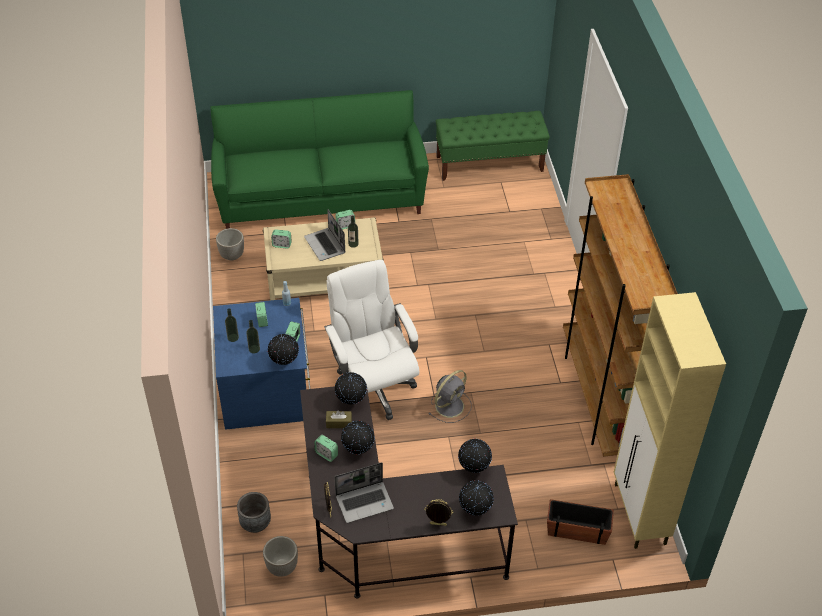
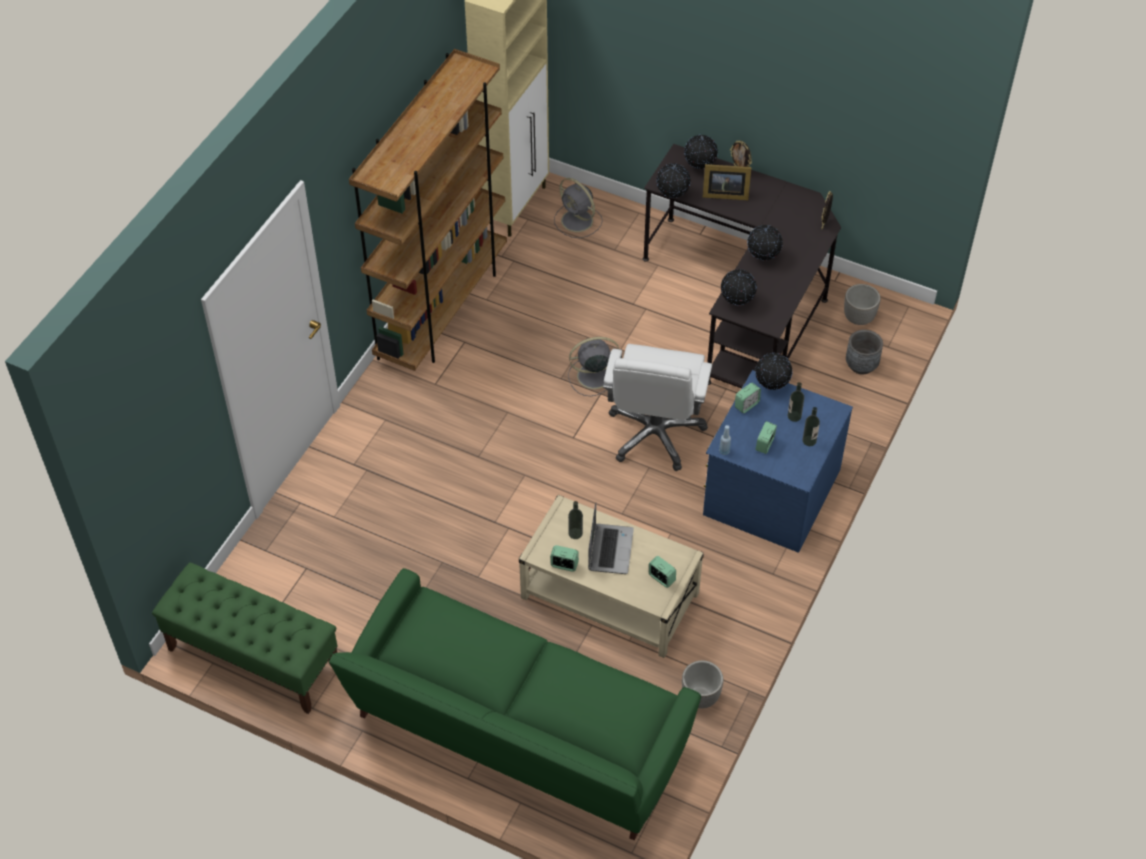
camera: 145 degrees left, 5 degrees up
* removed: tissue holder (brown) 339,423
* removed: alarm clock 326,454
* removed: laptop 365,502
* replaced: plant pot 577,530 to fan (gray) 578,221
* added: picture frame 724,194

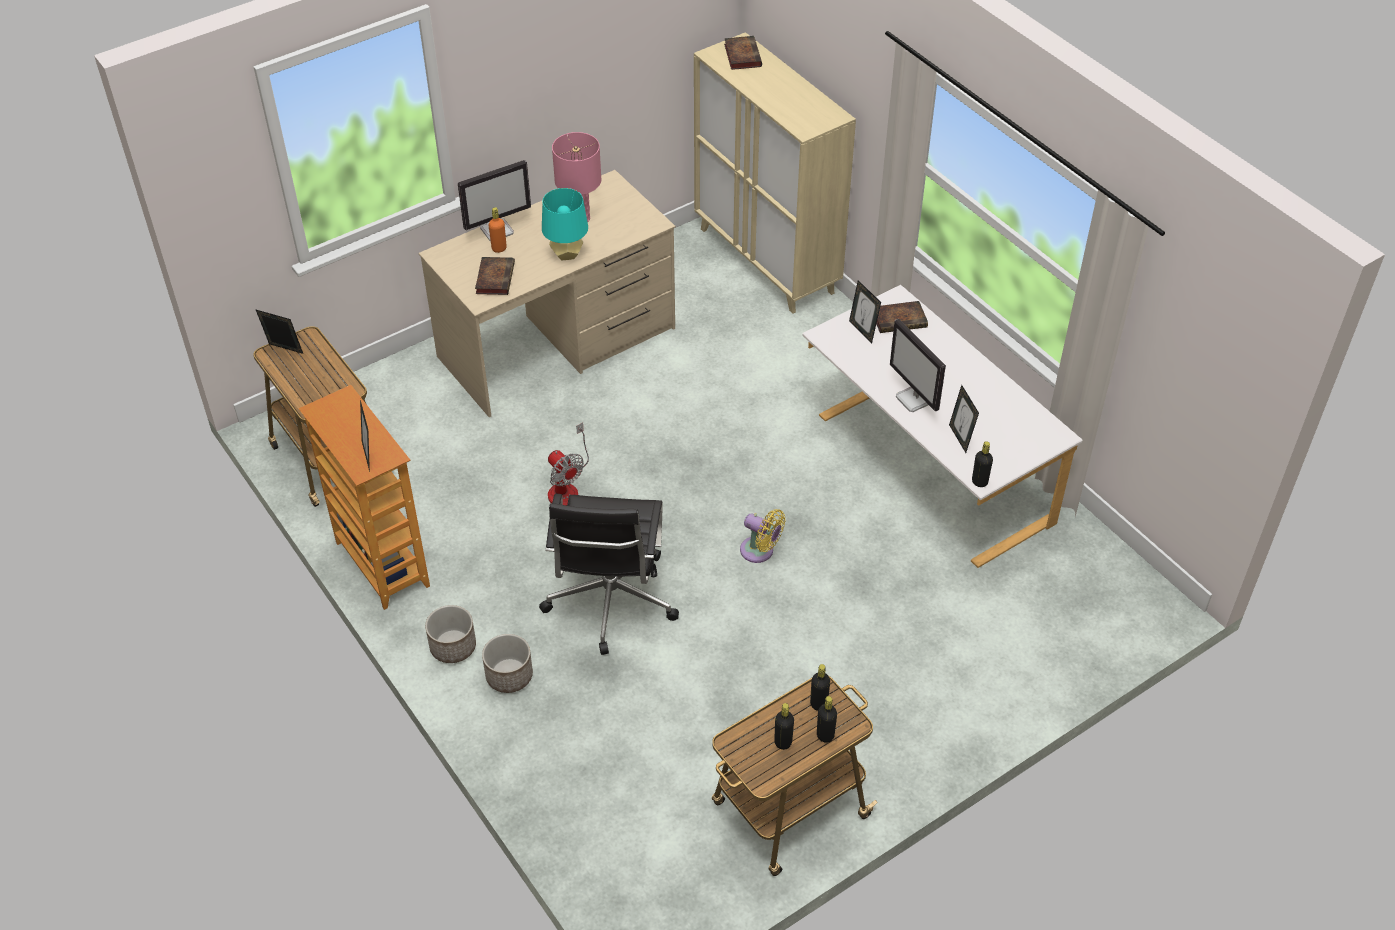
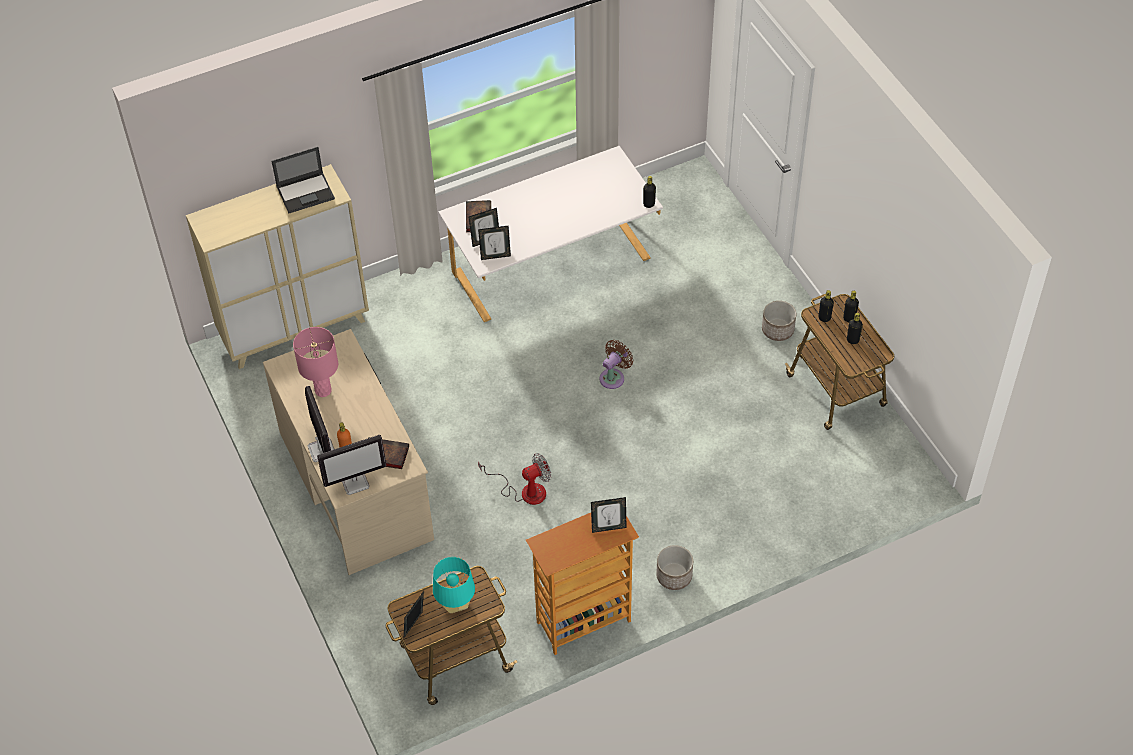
camera: 80 degrees left, 5 degrees up
* removed: bound book 742,55
* moved: lamp for a table (turquoise) 567,254 to 456,604
* moved: monitor 915,399 to 355,482
* moved: picture frame 960,438 to 495,256
* removed: computer chair (black) 610,602
* recoloured: fan (yellow) 760,551 to fan (brown) 614,377
* moved: plant pot 509,676 to 778,330
* added: laptop 306,193

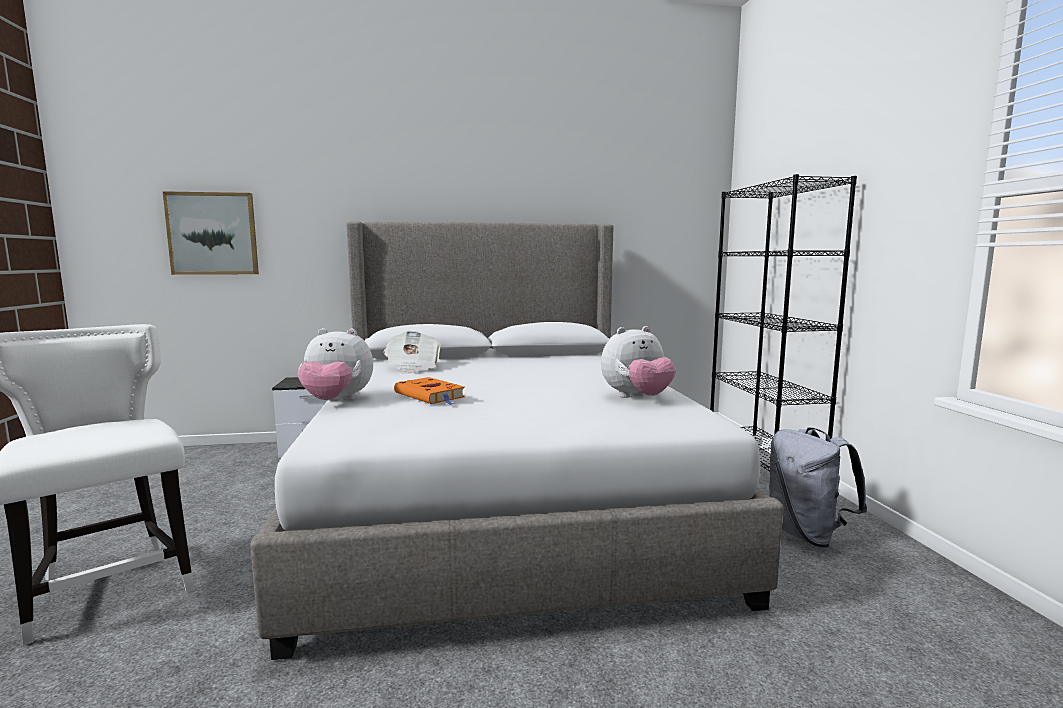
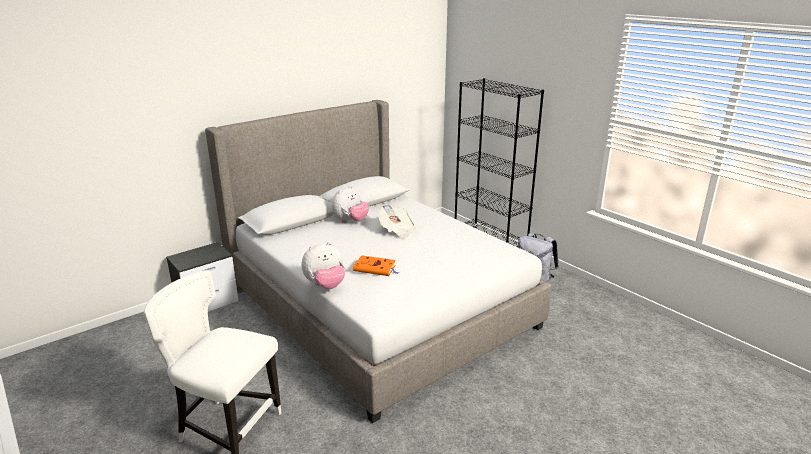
camera: 30 degrees left, 15 degrees up
* removed: picture 213,234
* moved: soft toy 637,398 to 350,221
* moved: printed paper 412,368 to 396,230

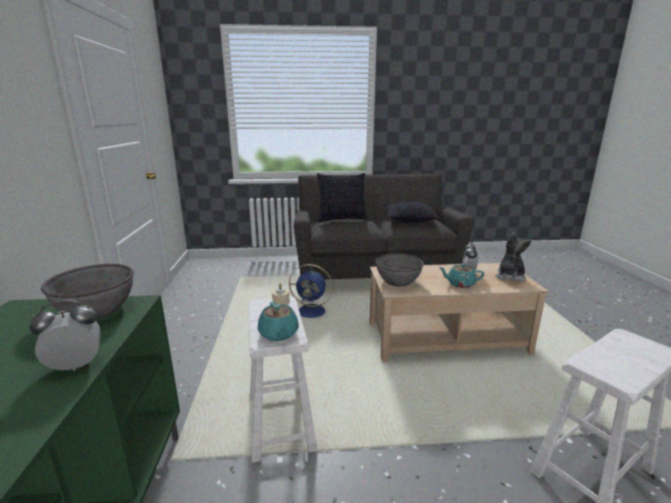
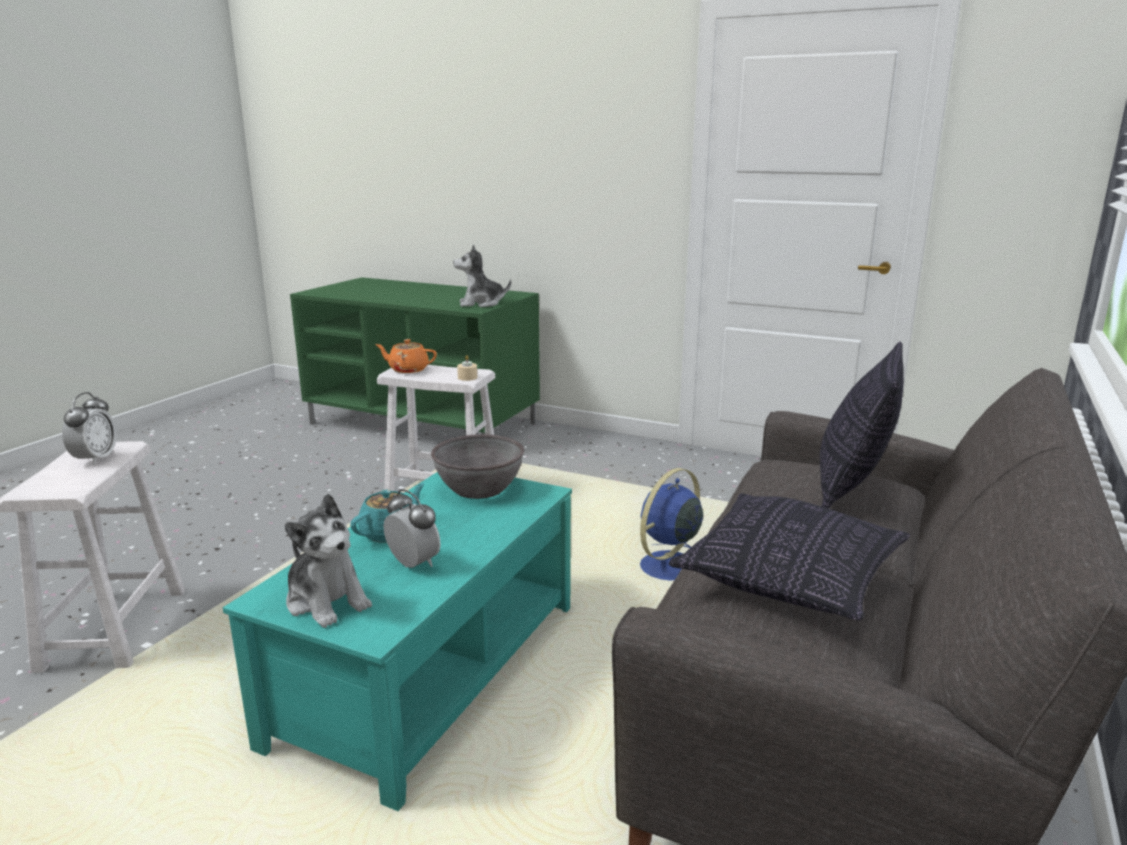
camera: 120 degrees right, 0 degrees up
* recoloured: low table (beige) 445,337 to low table (turquoise) 433,673
* replaced: bowl (gray) 97,310 to soft toy 481,304
* moved: alarm clock 76,366 to 95,459
* recoloured: tea pot (turquoise) 278,334 to tea pot (orangey) 408,369

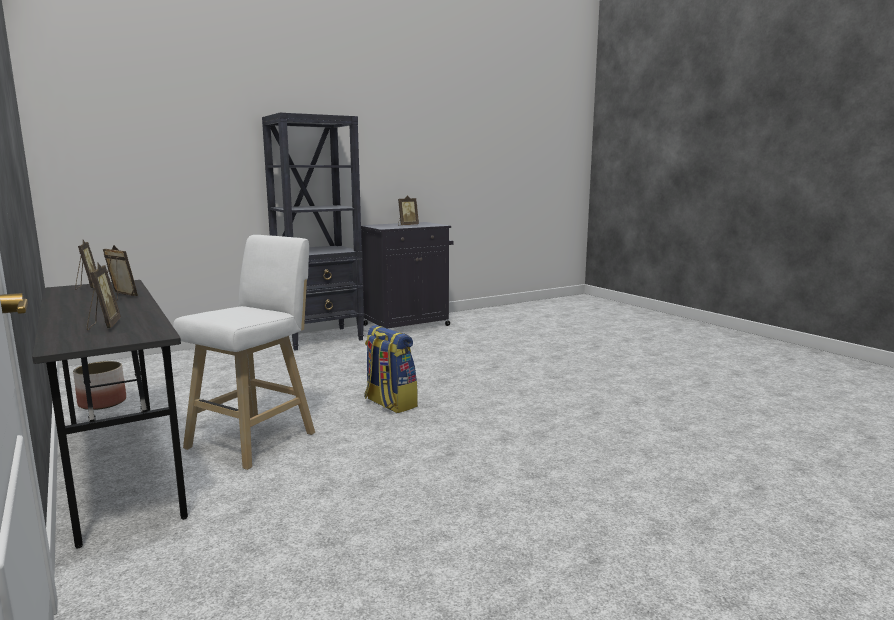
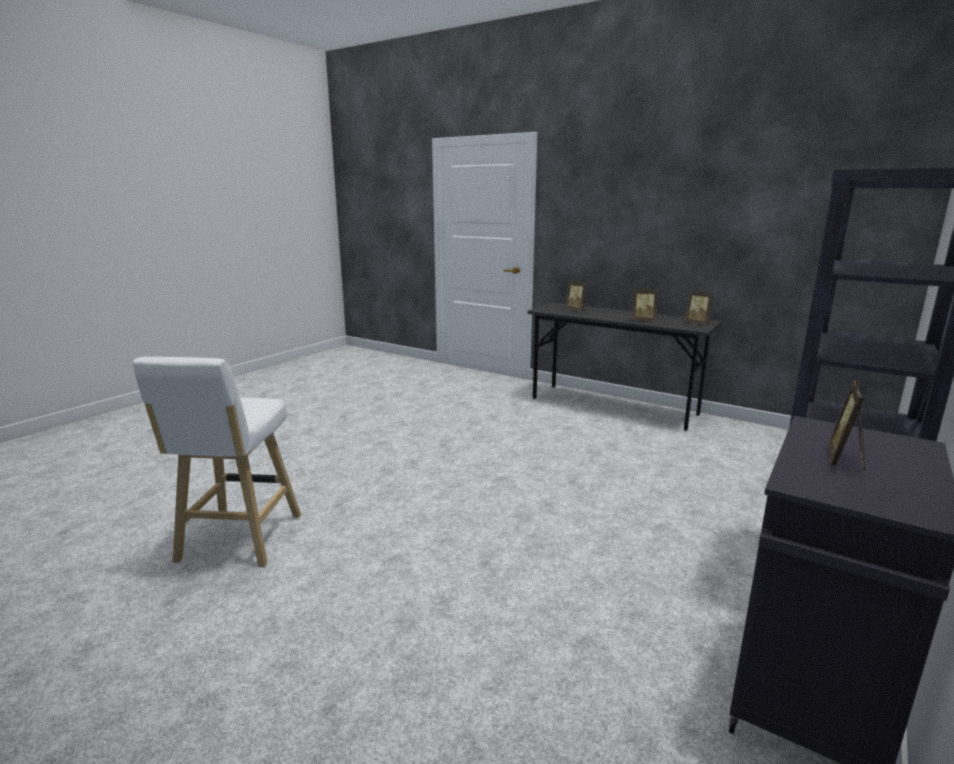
camera: 155 degrees right, 5 degrees up
* moved: stool (white) 256,439 to 238,541
* removed: rucksack 389,403
* removed: plant pot 102,403

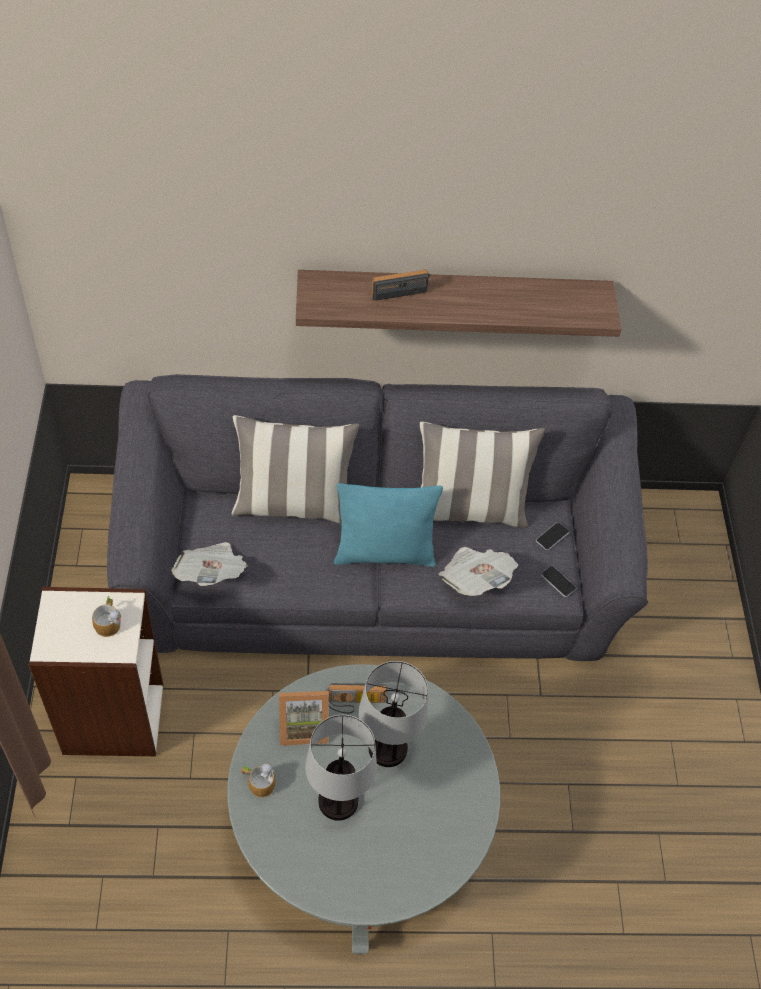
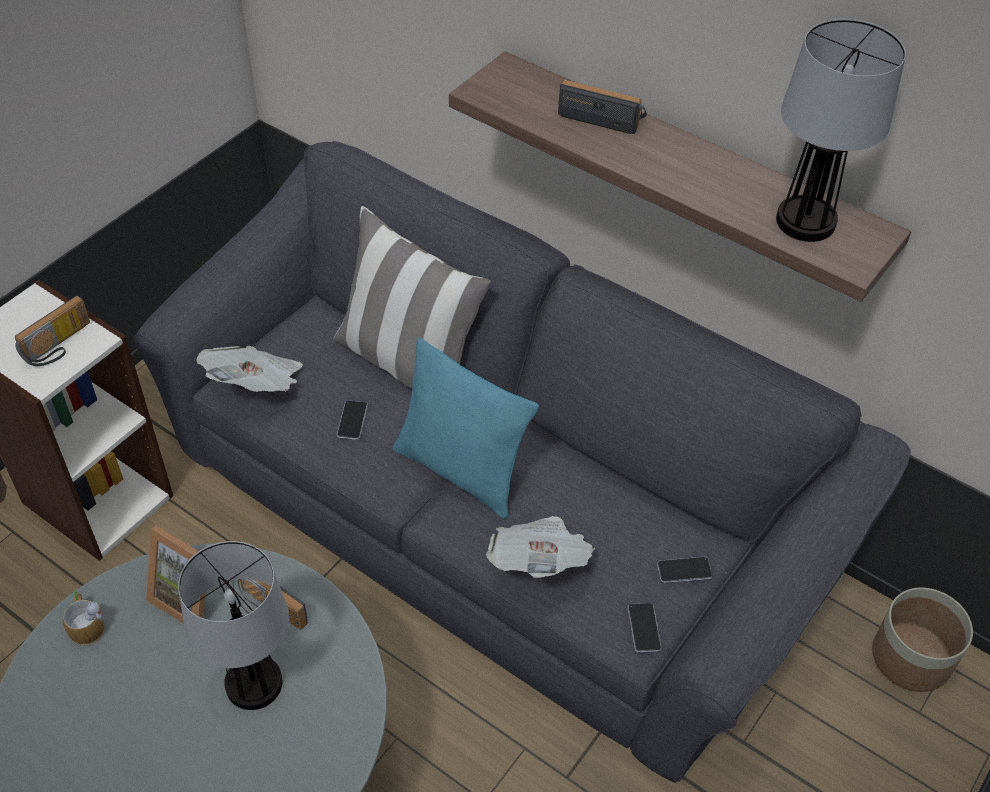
camera: 40 degrees right, 5 degrees down
* removed: throw pillow 468,508
* replaced: tea mug 109,621 to radio set 59,346
* moved: lamp for a table 339,801 to 806,222
* added: telephone 352,420
* added: plant pot 911,657

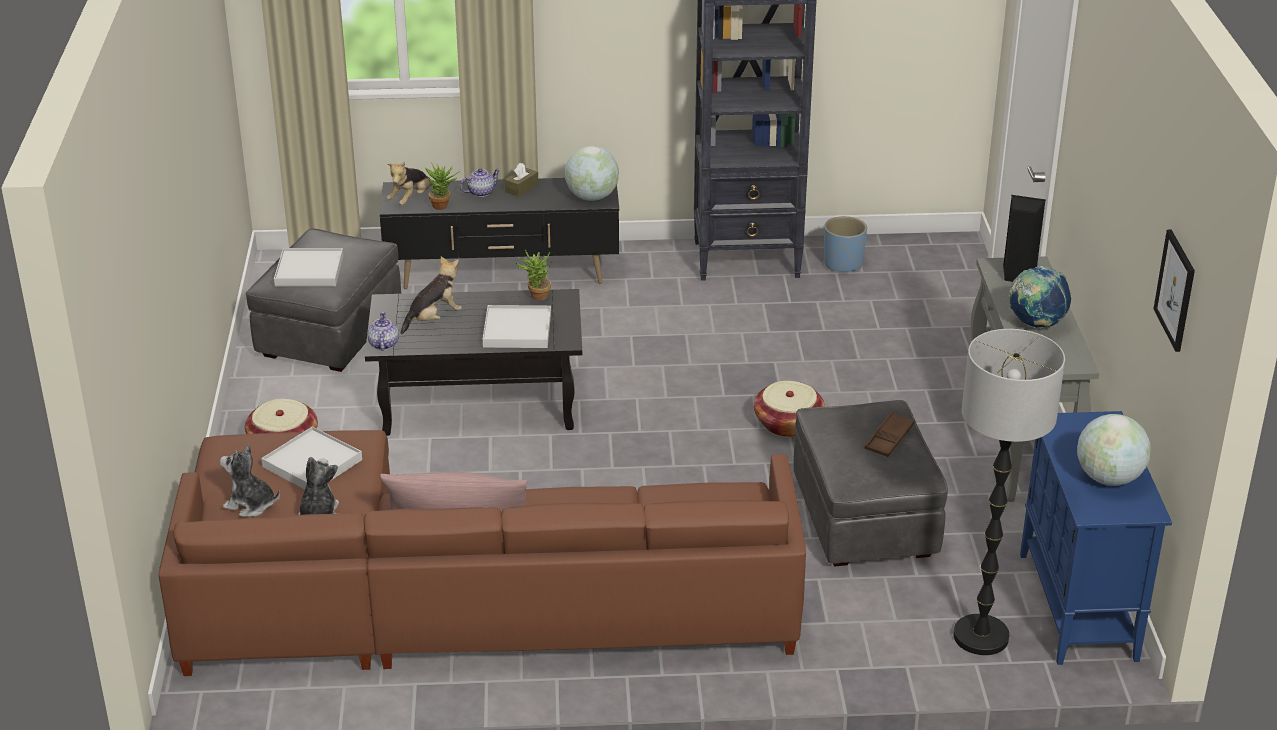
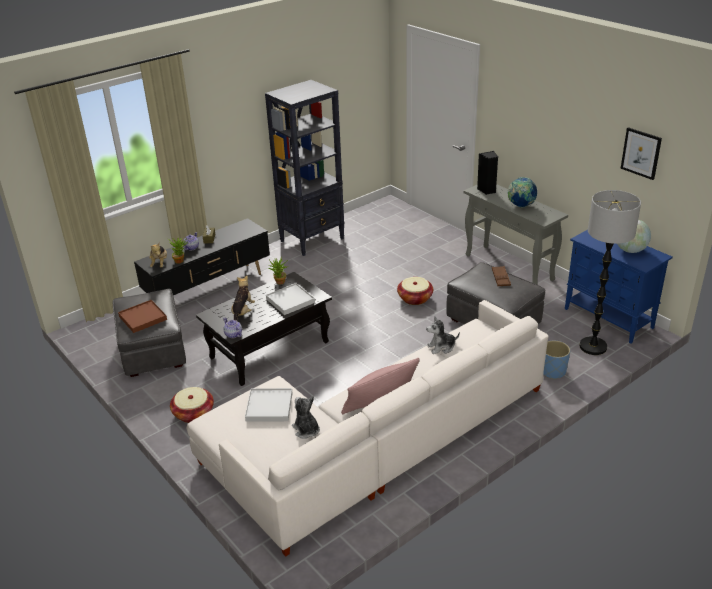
camera: 35 degrees left, 0 degrees up
* removed: globe 592,197
* moved: plant pot (bluish) 842,264 to 553,371
* recoloured: tray (white) 309,271 to tray (brown) 143,318
* recoloured: sofa (brown) 455,599 to sofa (white) 372,443
* moved: soft toy 251,505 to 441,347

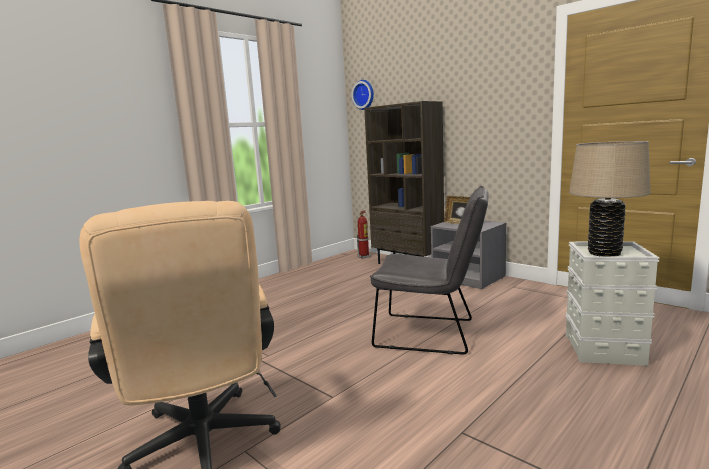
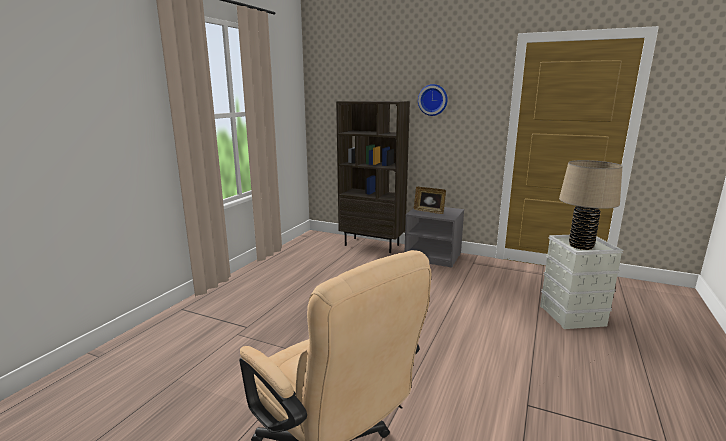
camera: 20 degrees left, 5 degrees up
* moved: clock on the wall 364,95 to 433,100
* removed: upright chair (gray) 432,334
* removed: extinguisher 364,256

